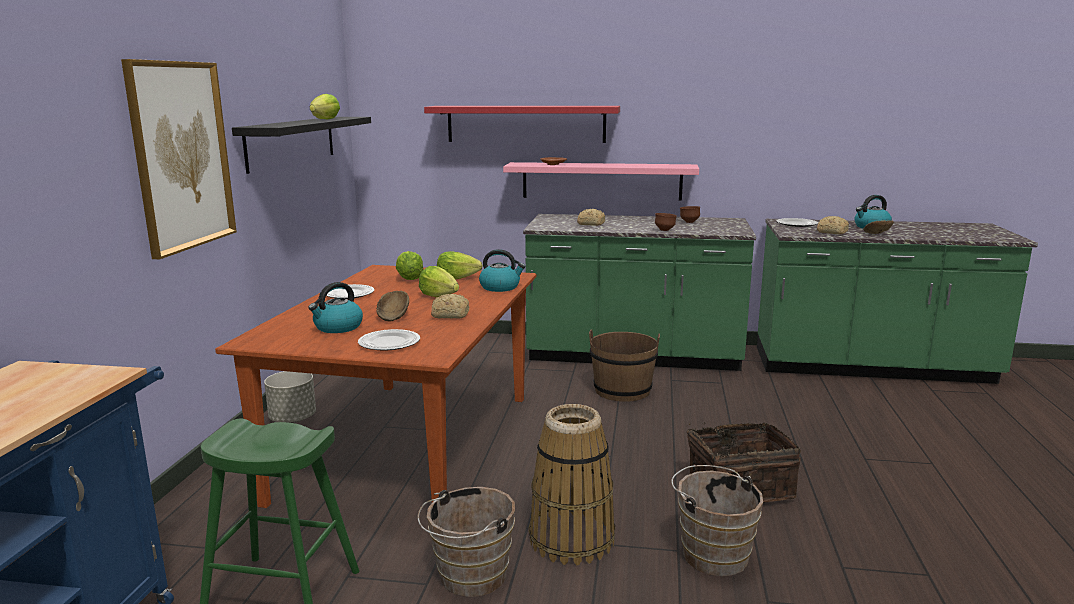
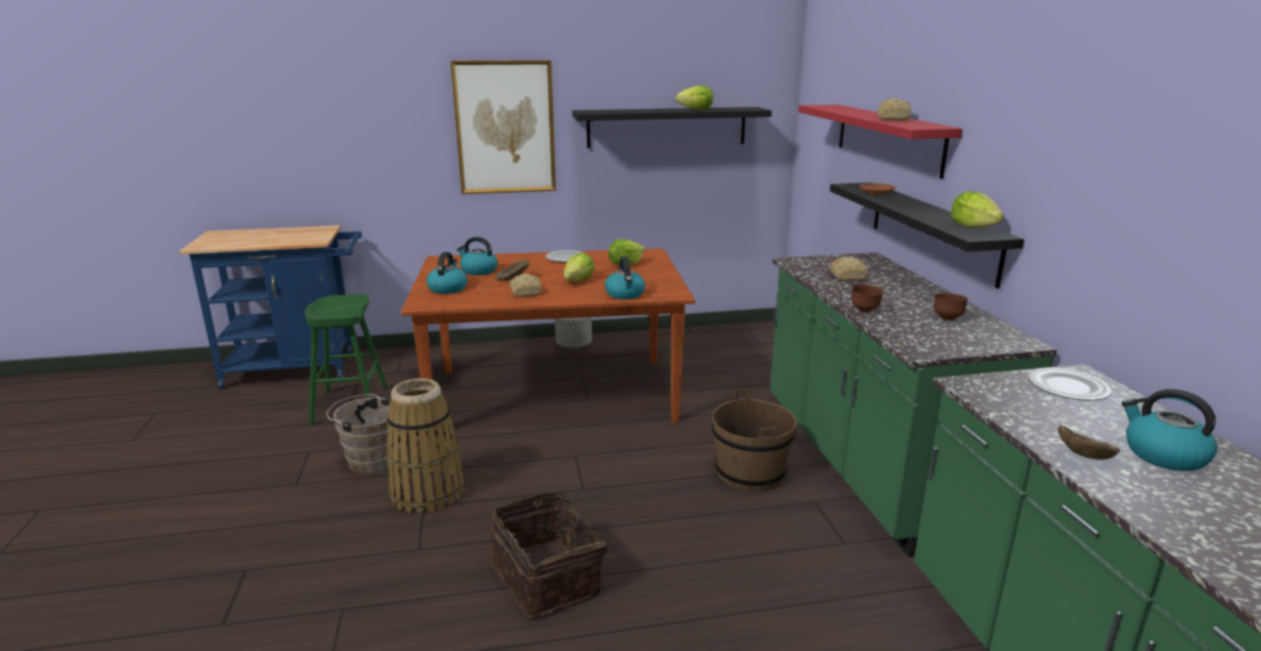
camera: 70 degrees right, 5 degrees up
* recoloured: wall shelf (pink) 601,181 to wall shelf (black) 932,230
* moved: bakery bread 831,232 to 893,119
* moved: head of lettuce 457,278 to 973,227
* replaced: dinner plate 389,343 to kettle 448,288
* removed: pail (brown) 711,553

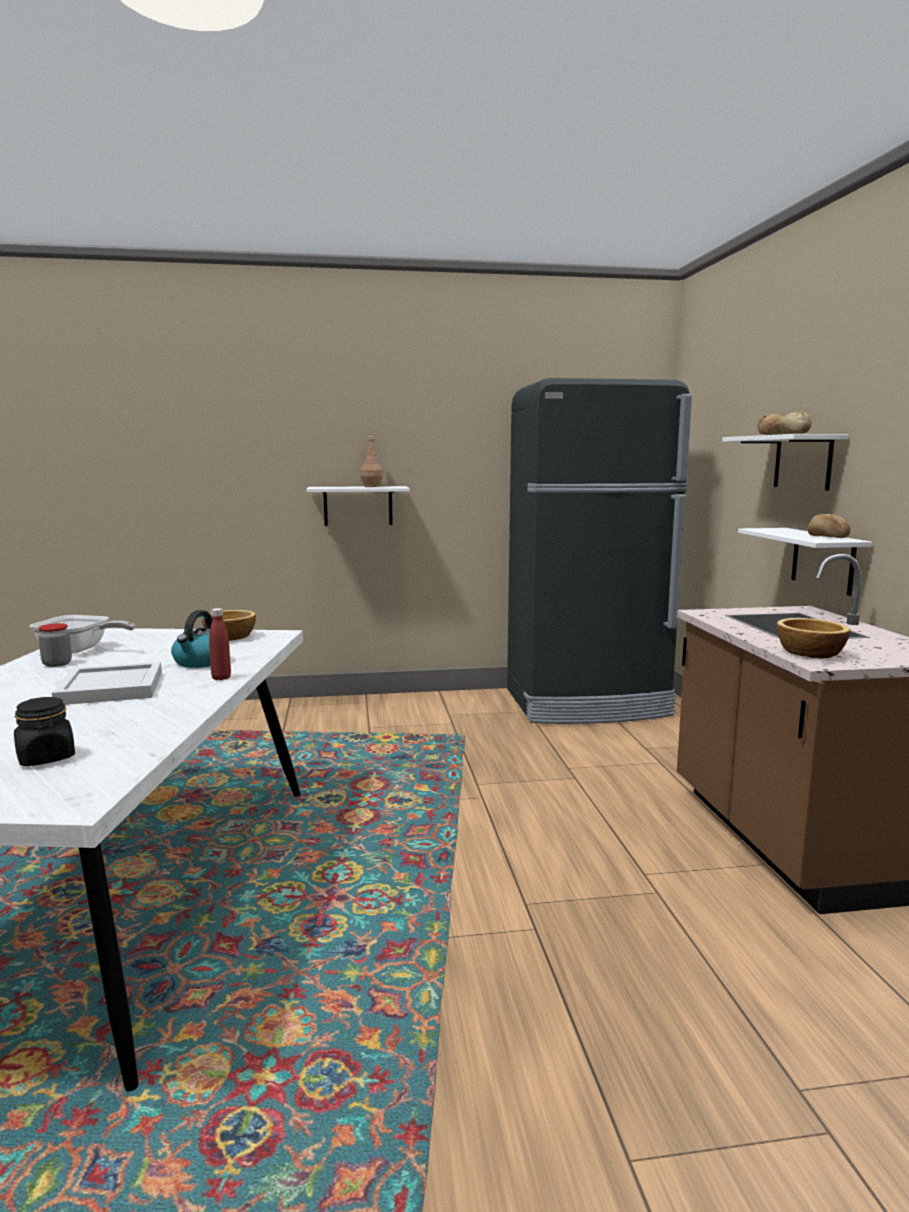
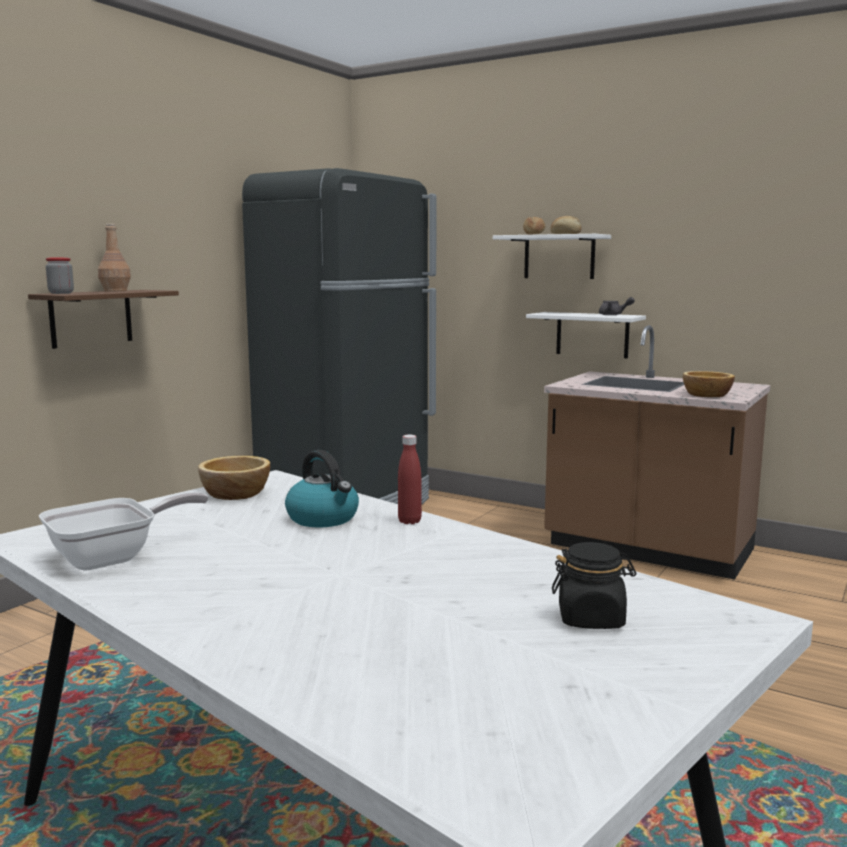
camera: 50 degrees left, 0 degrees up
* recoloured: wall shelf (white) 358,506 to wall shelf (brown) 91,318
* replaced: bakery bread 827,537 to tea pot (gray) 614,315
* moved: storage jar 57,664 to 61,293
* removed: tray (white) 112,688

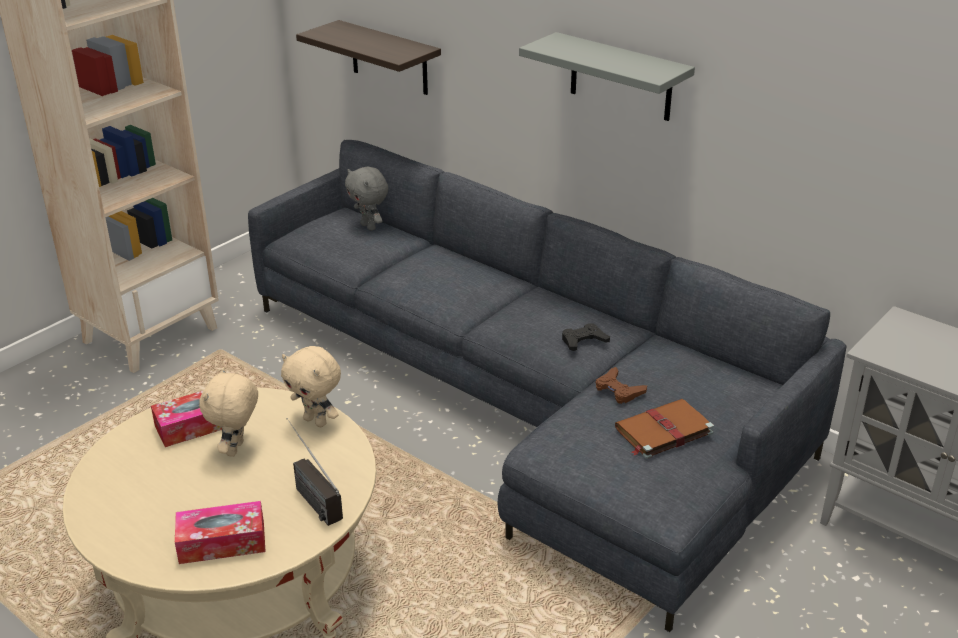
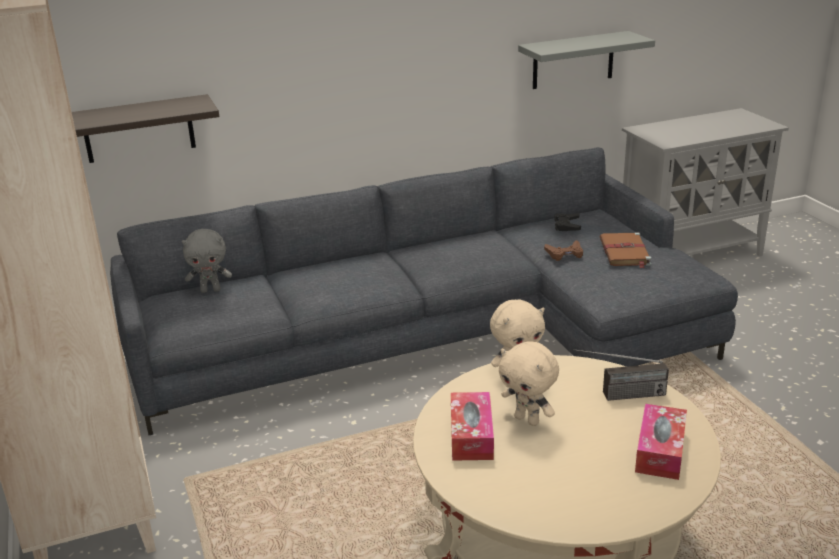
camera: 60 degrees left, 5 degrees down
* moved: wall shelf (gray) 621,77 to 573,60
* moved: joypad (black) 583,341 to 567,225

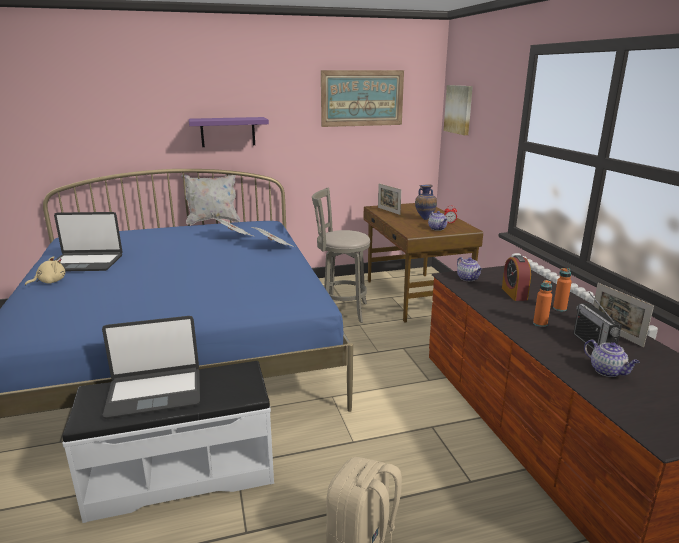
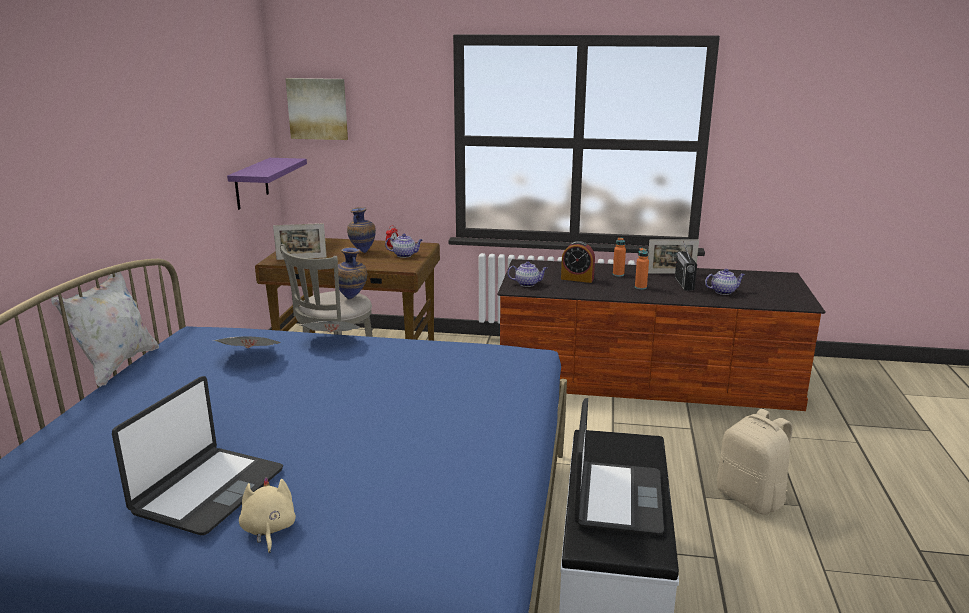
camera: 65 degrees left, 0 degrees up
* removed: picture 362,98
* moved: wall shelf (purple-coloured) 228,132 to 251,183
* turned: radio set 593,344 = 684,283 75 degrees clockwise
* added: flower vase 352,298

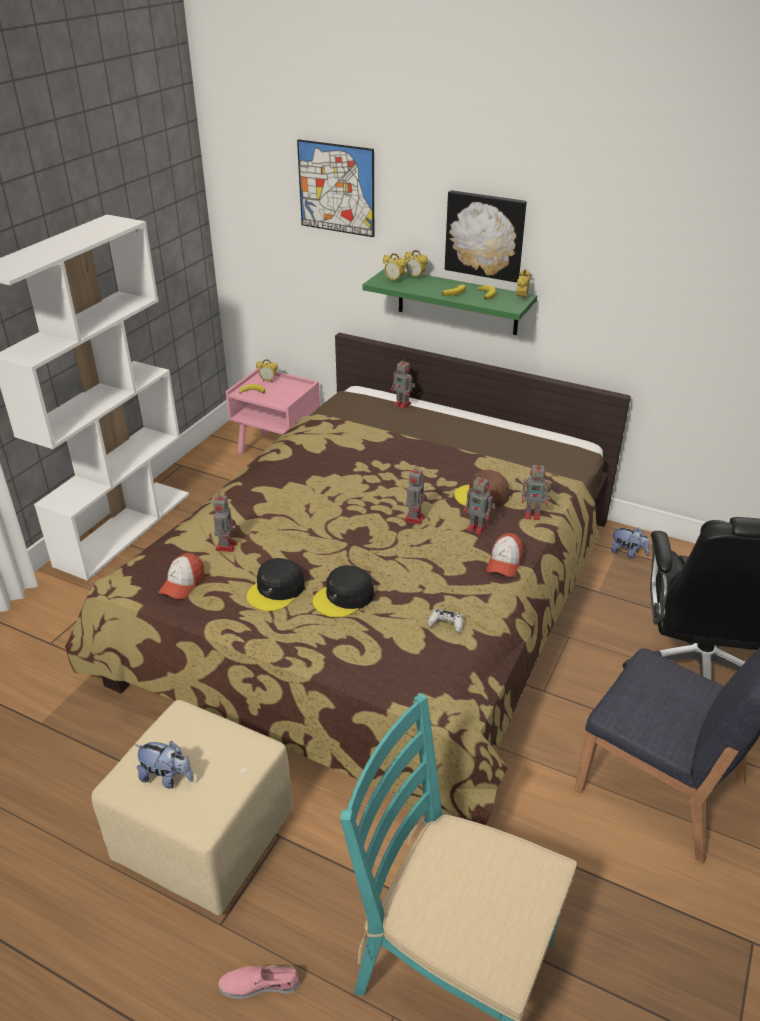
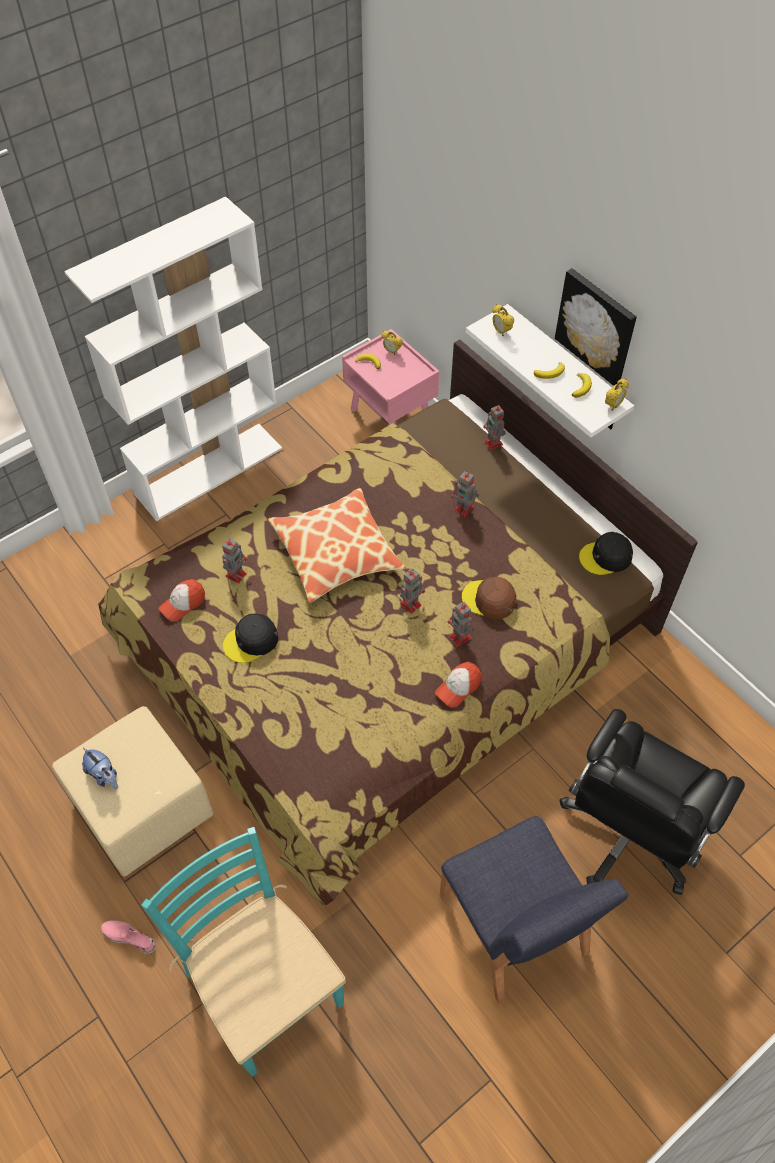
camera: 25 degrees right, 20 degrees up
* removed: picture 336,188
* removed: alarm clock 415,277
* recoloured: wall shelf (green) 457,301 to wall shelf (white) 565,370
* moved: robot figure 533,514 to 464,509
* removed: soft toy 627,553
* moved: peaked cap (black) 344,597 to 606,557
* removed: joypad (white) 446,624
* added: throw pillow 336,552

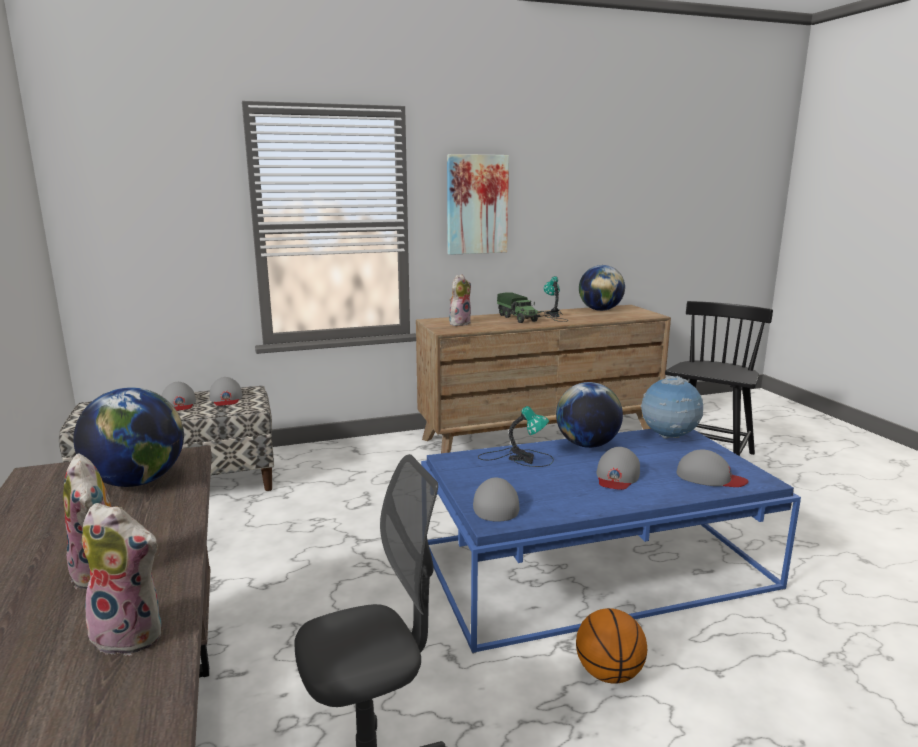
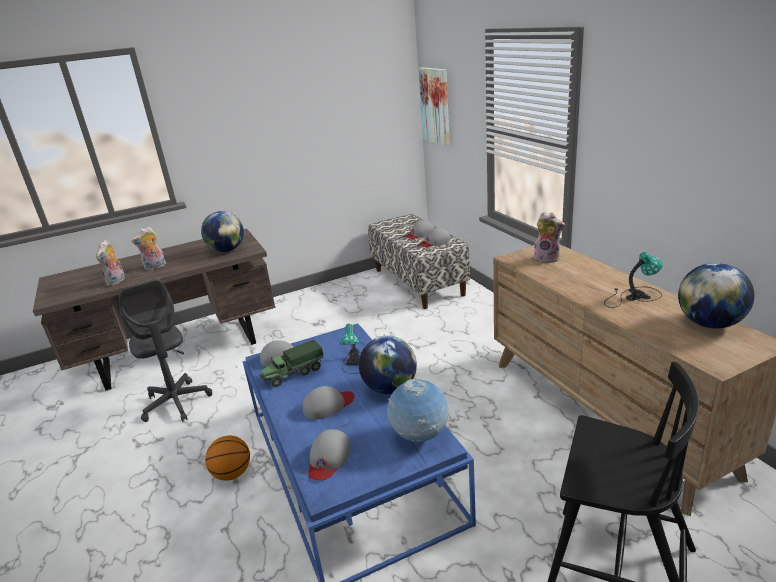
camera: 85 degrees right, 10 degrees up
* moved: picture 477,204 to 435,106
* moved: toy truck 518,318 to 293,374
* turned: peaked cap (gray) 617,476 = 328,405 135 degrees clockwise

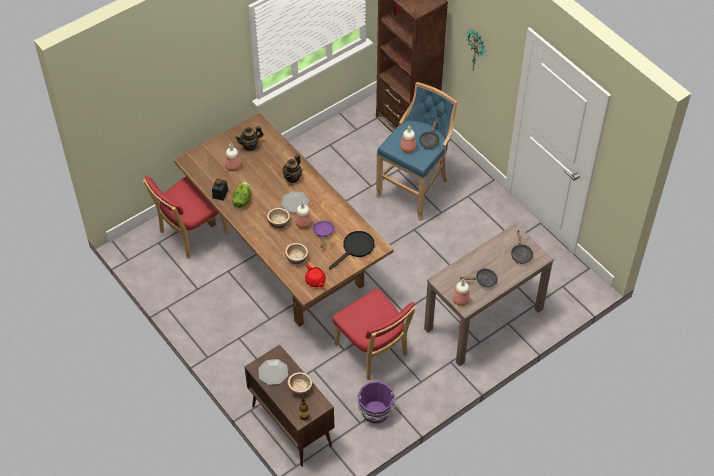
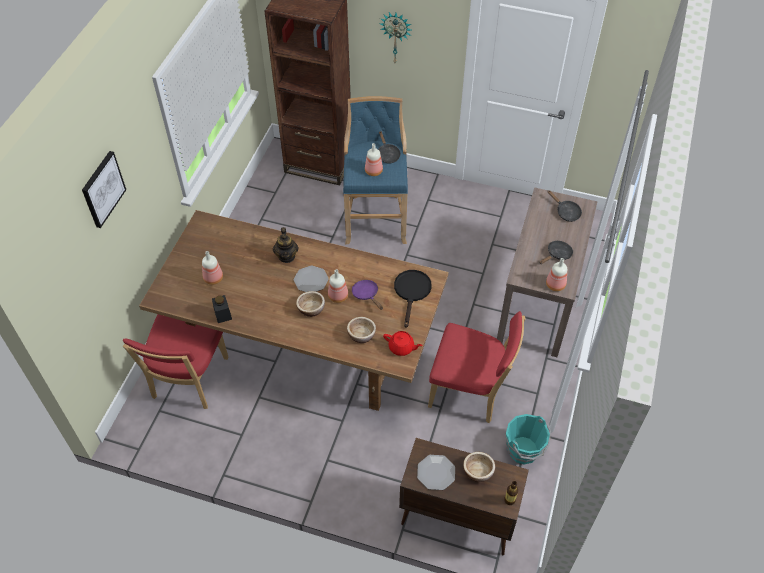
camera: 35 degrees left, 0 degrees up
* removed: tea pot 250,145
* removed: head of lettuce 242,200
* recoloured: pail (purple-coloured) 376,412 to pail (turquoise) 524,450
* added: picture 102,189

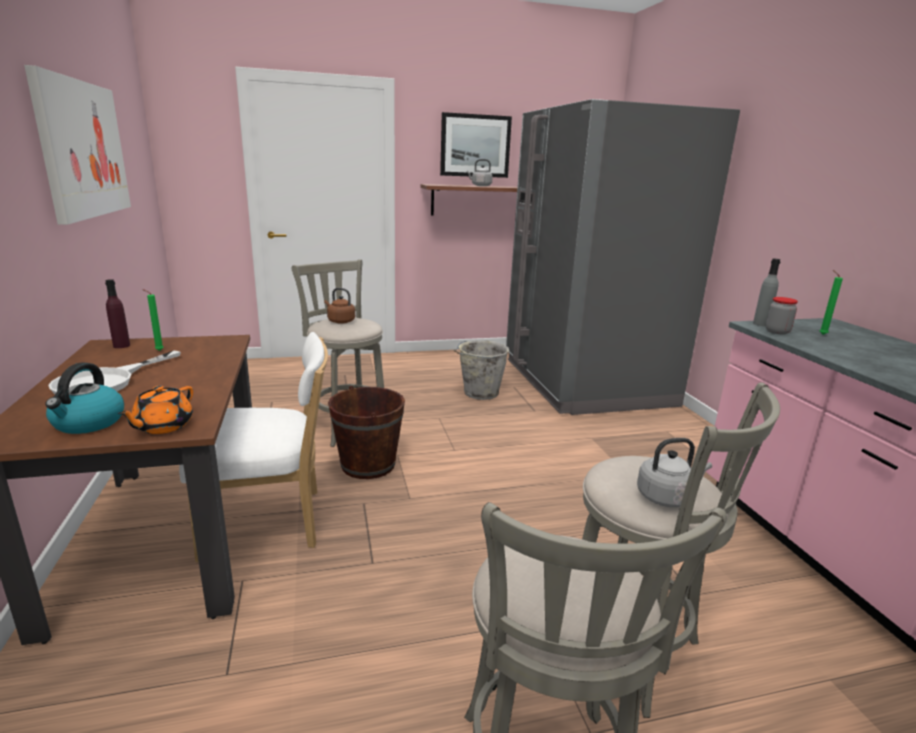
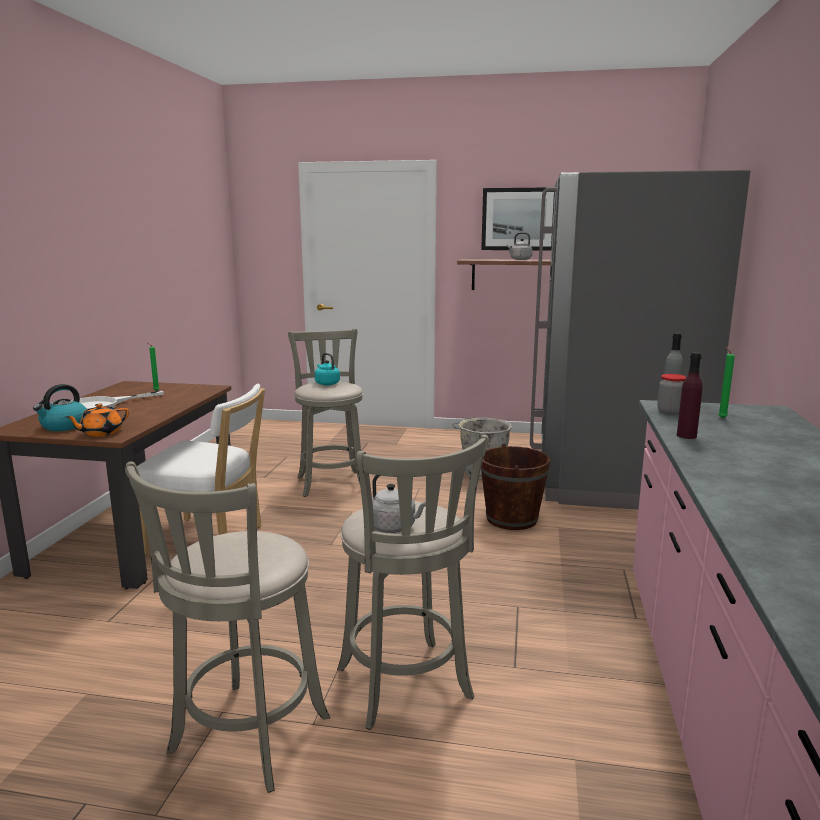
camera: 25 degrees right, 5 degrees down
* removed: picture 83,149
* moved: bottle (purple-coloured) 121,345 to 686,436
* recoloured: kettle (brown) 340,321 to kettle (turquoise) 326,383
* moved: pail (brown) 368,465 to 512,519

